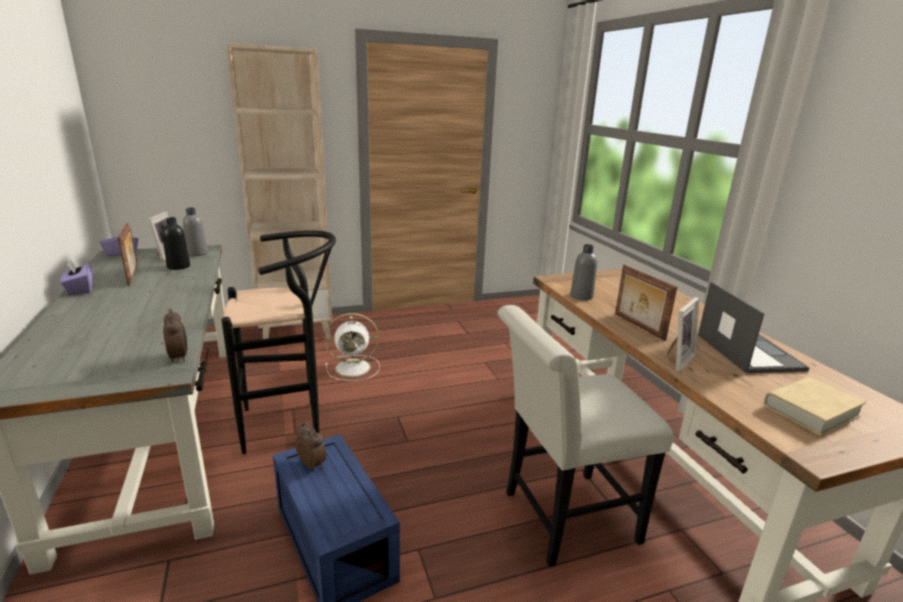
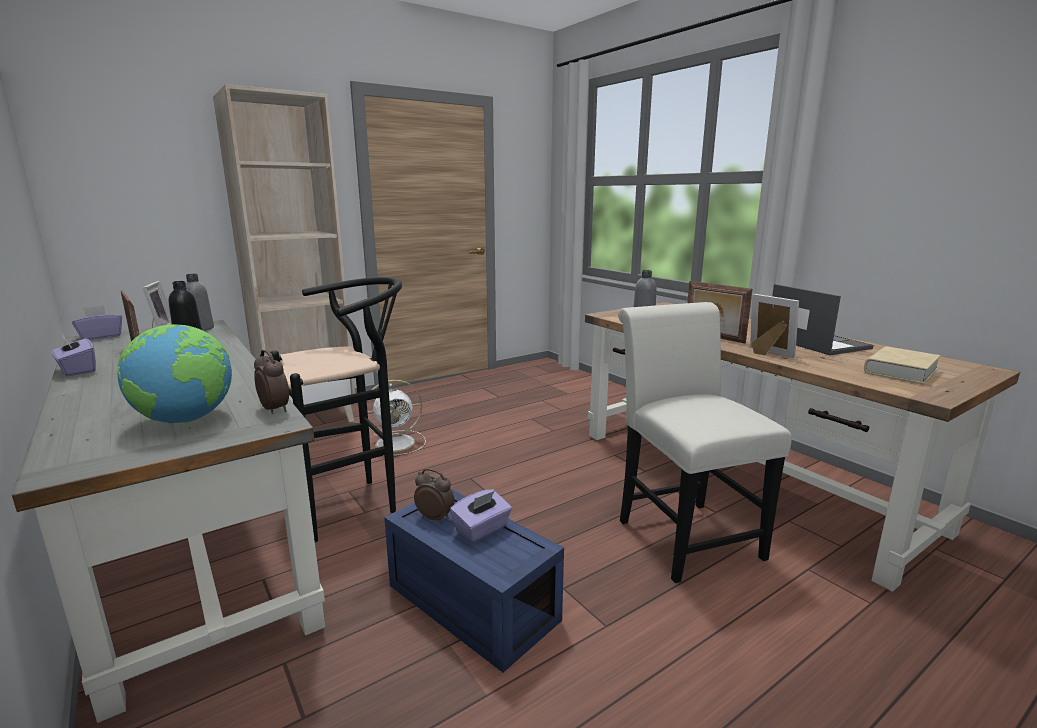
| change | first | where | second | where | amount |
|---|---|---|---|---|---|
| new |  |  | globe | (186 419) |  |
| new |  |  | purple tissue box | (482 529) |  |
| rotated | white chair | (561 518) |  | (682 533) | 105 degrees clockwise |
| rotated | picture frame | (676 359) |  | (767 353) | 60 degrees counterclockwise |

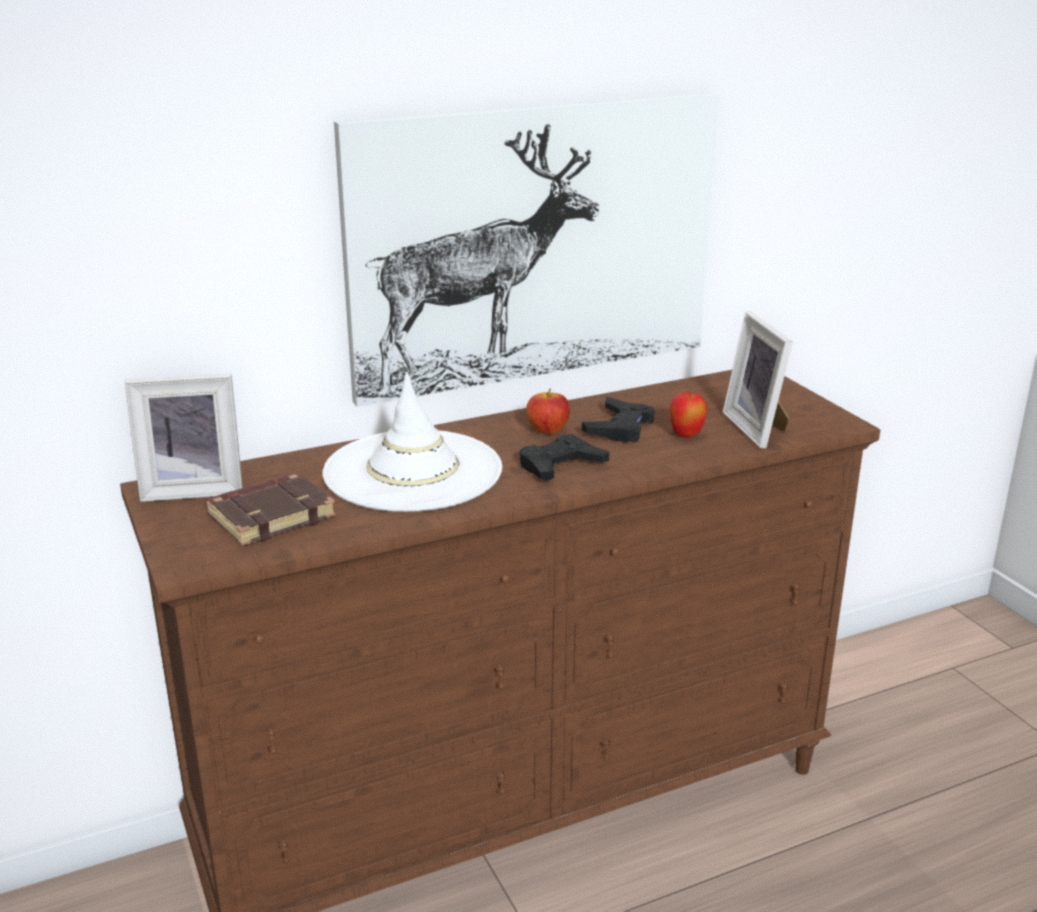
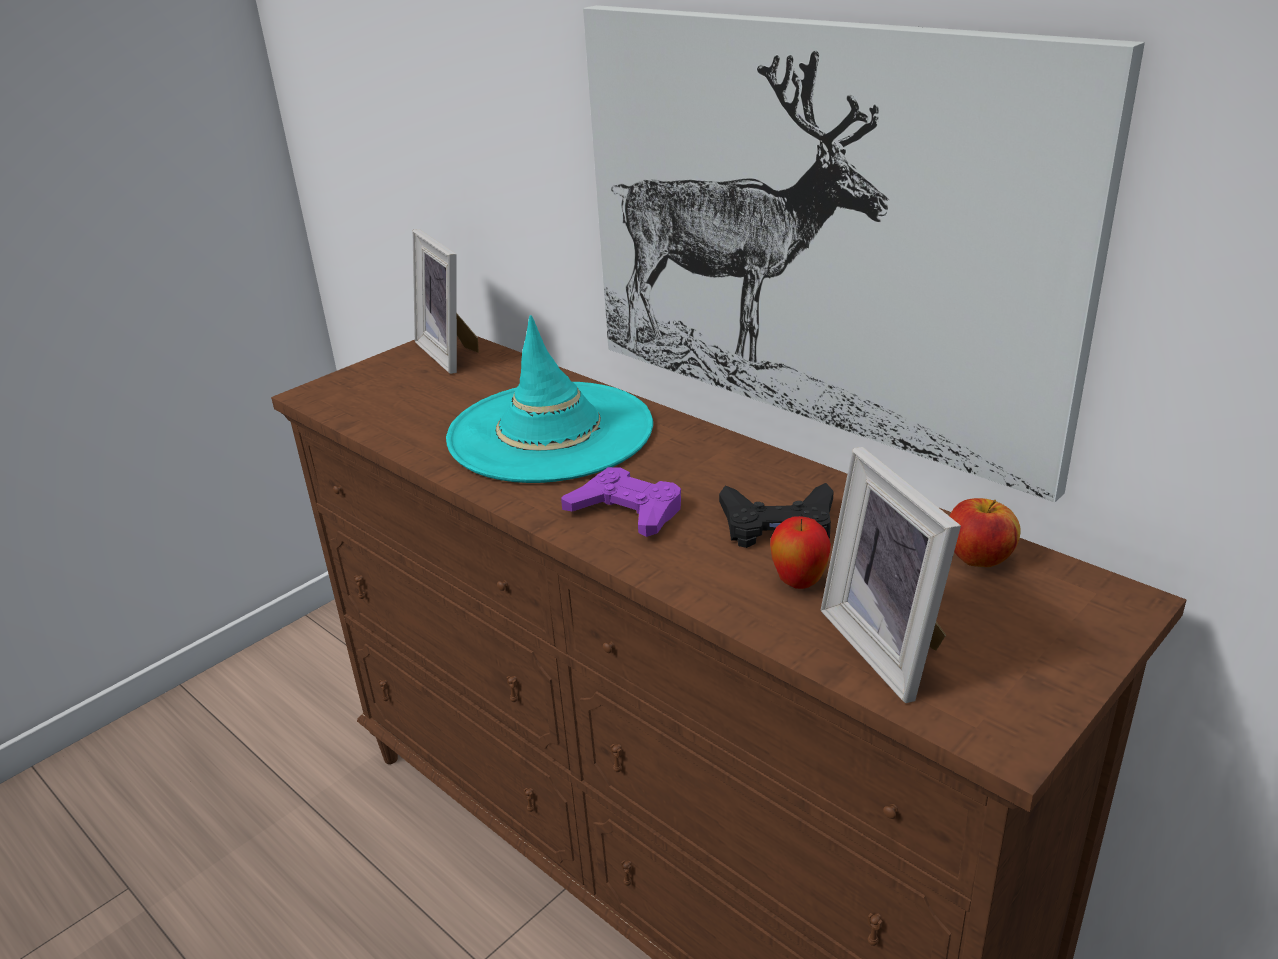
| change | first | where | second | where | amount |
|---|---|---|---|---|---|
| gone | brown book | (271 515) |  |  |  |
| shifted | apple | (547 430) |  | (978 558) |  |
| repainted | white hat | (413 471) | turquoise hat | (550 432) |  |
| repainted | black game controller | (560 465) | purple game controller | (626 511) |  |
| rotated | picture frame | (759 428) |  | (890 646) | 75 degrees counterclockwise |

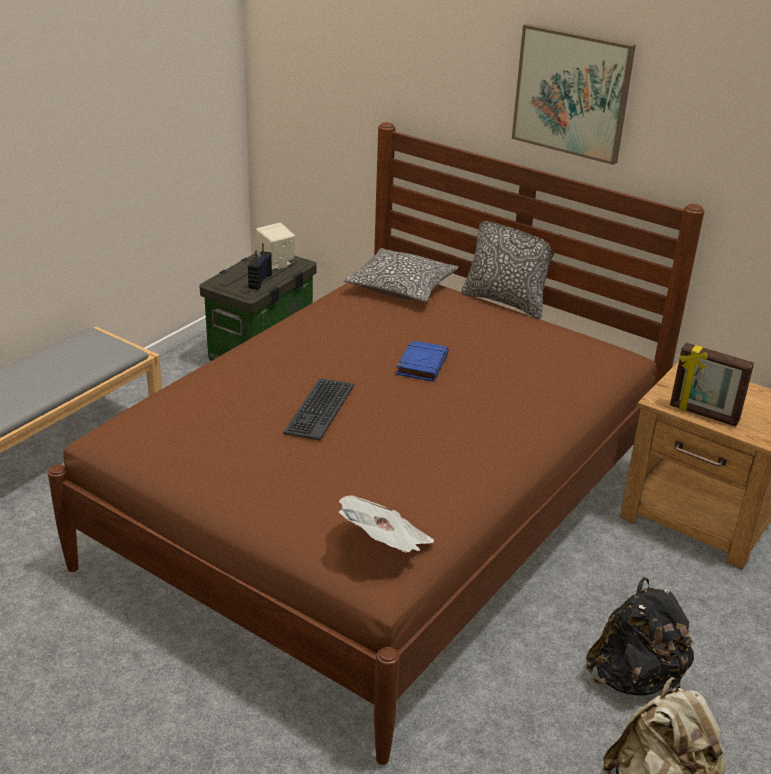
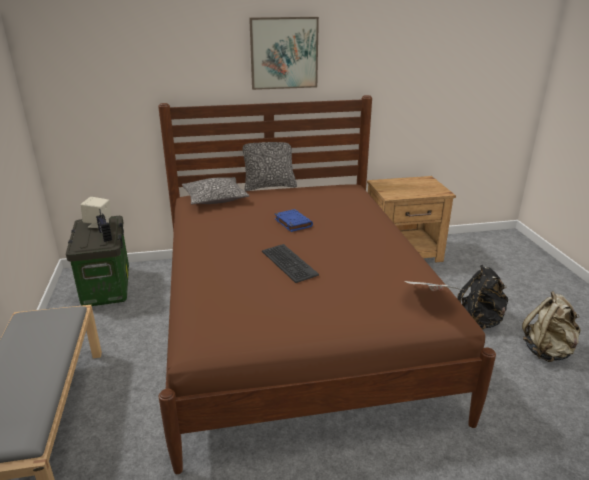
| change | first | where | second | where | amount |
|---|---|---|---|---|---|
| gone | picture frame | (703 414) |  |  |  |

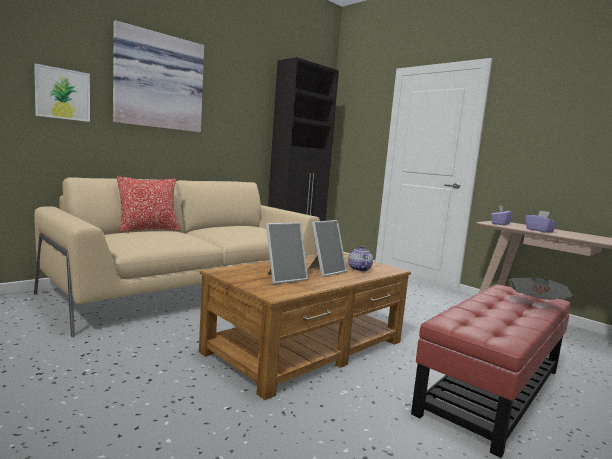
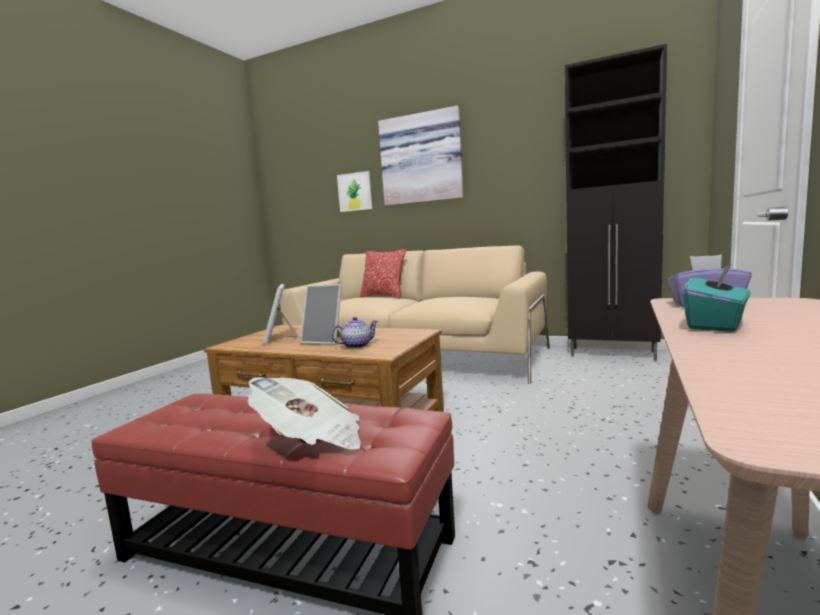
| change | first | where | second | where | amount |
|---|---|---|---|---|---|
| repainted | purple tissue box | (539 230) | turquoise tissue box | (716 325) |  |
| rotated | picture frame | (284 278) |  | (280 338) | 45 degrees clockwise |

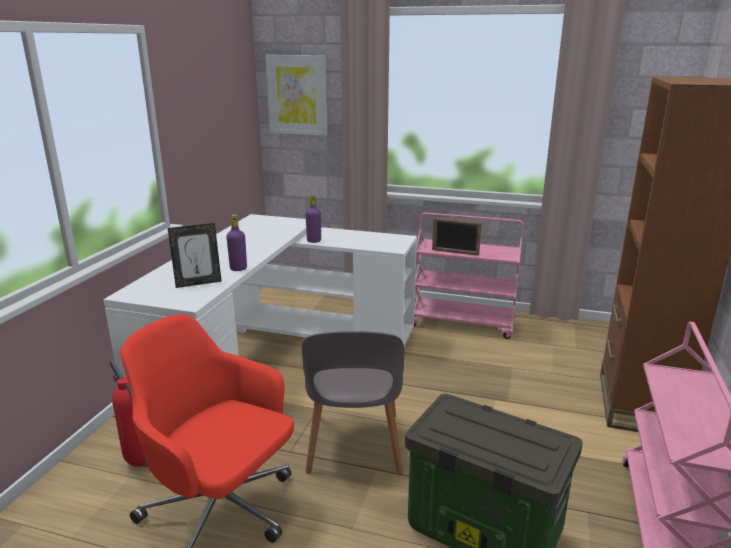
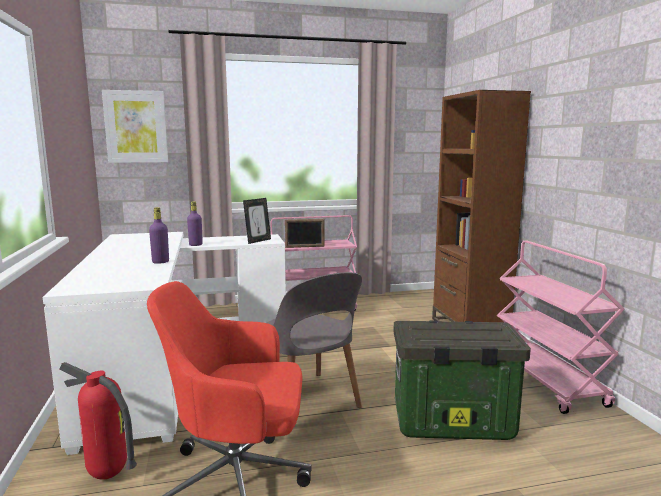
| change | first | where | second | where | amount |
|---|---|---|---|---|---|
| shifted | picture frame | (198 283) |  | (258 241) |  |

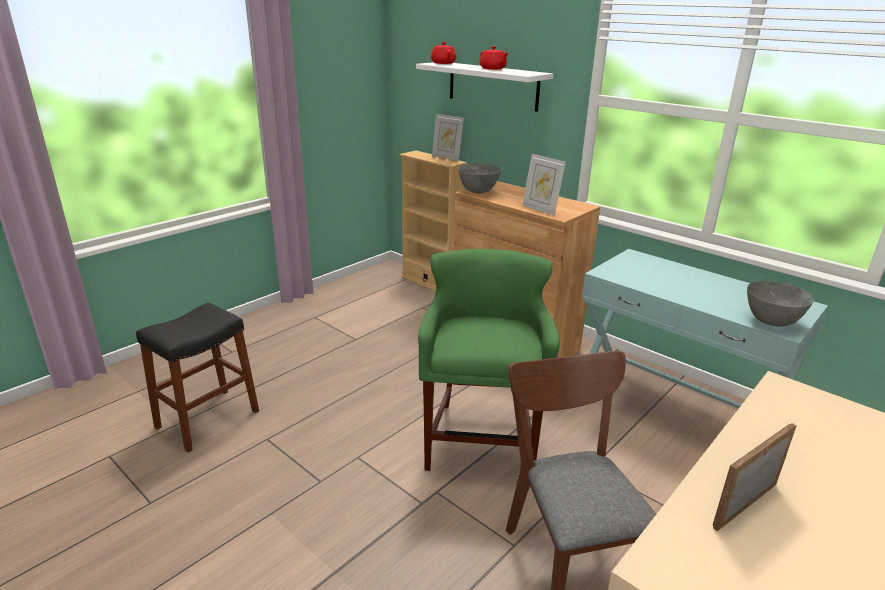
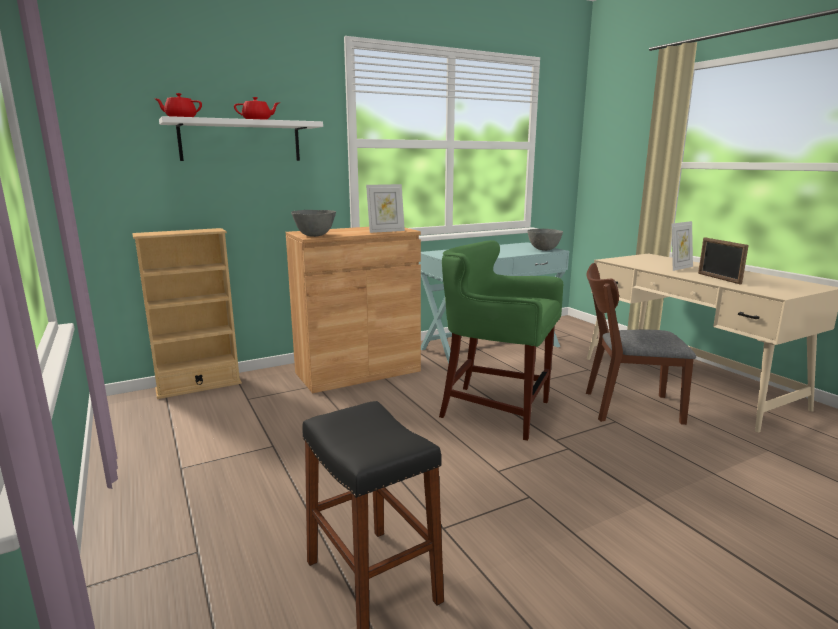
| change | first | where | second | where | amount |
|---|---|---|---|---|---|
| shifted | picture frame | (447 157) |  | (679 268) |  |

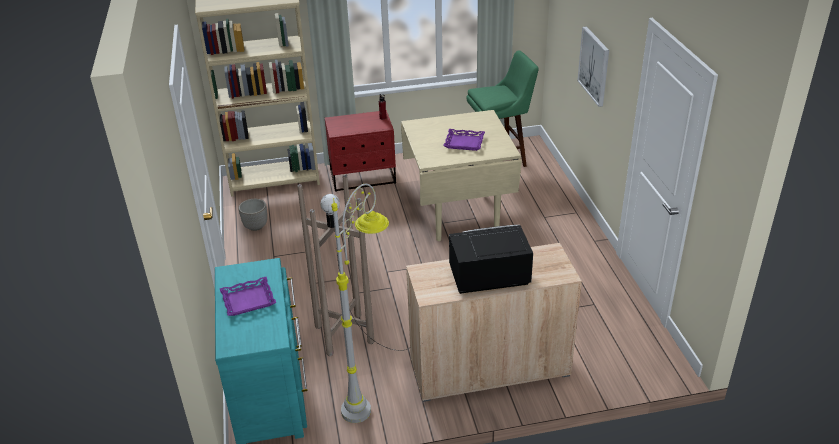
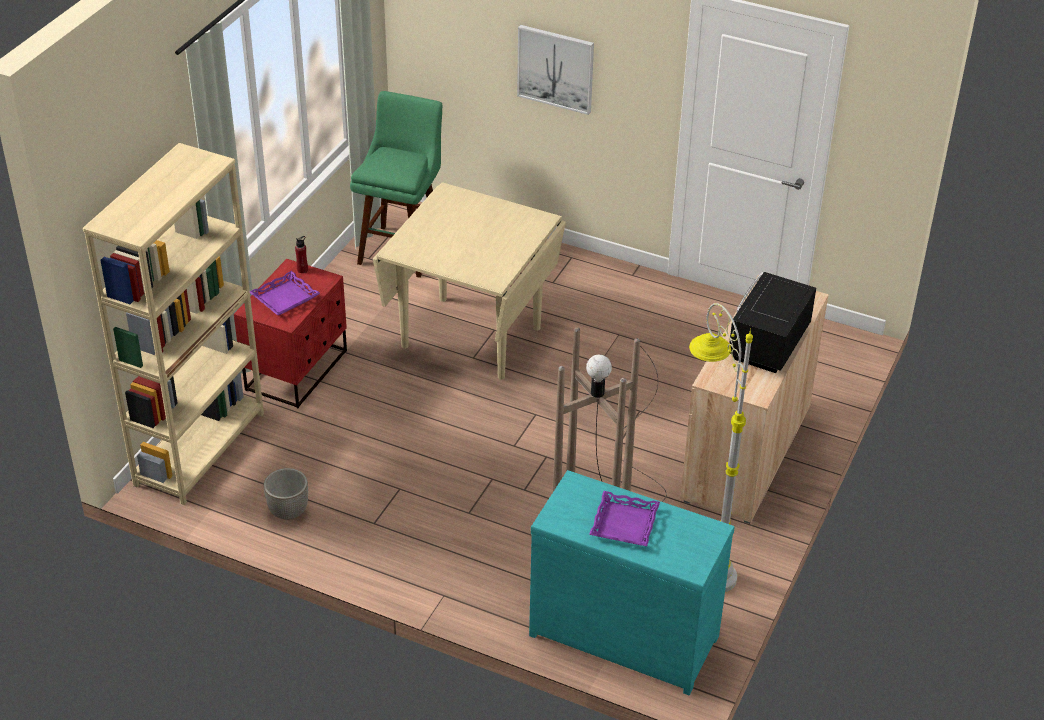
| change | first | where | second | where | amount |
|---|---|---|---|---|---|
| shifted | purple tray | (464 143) |  | (285 298) |  |

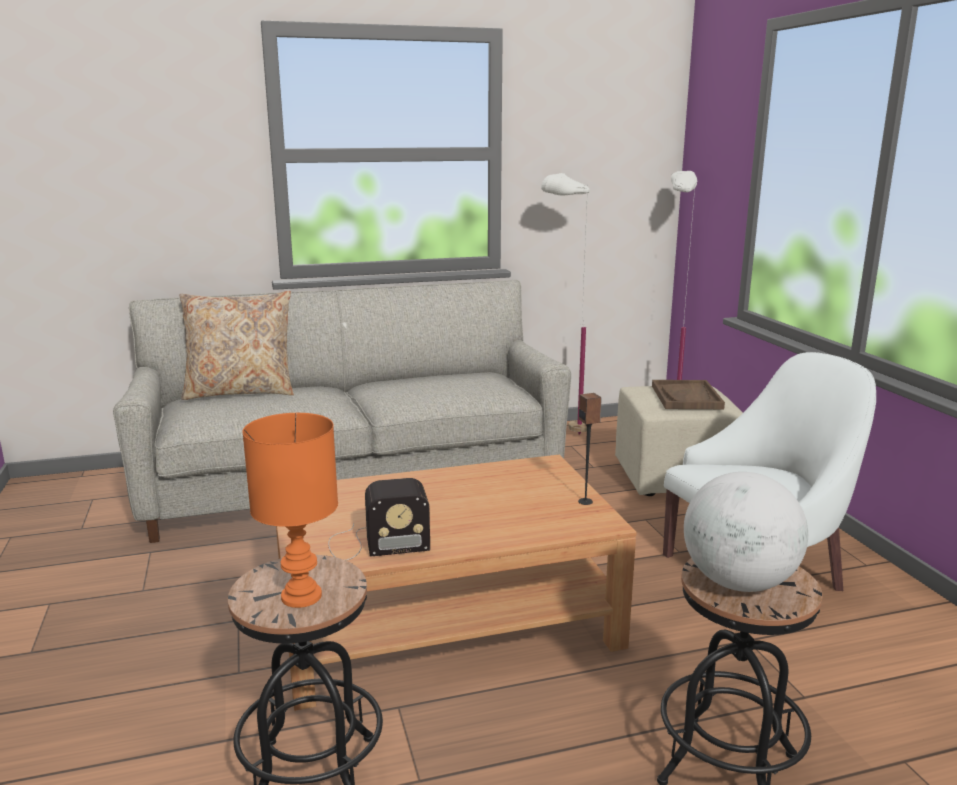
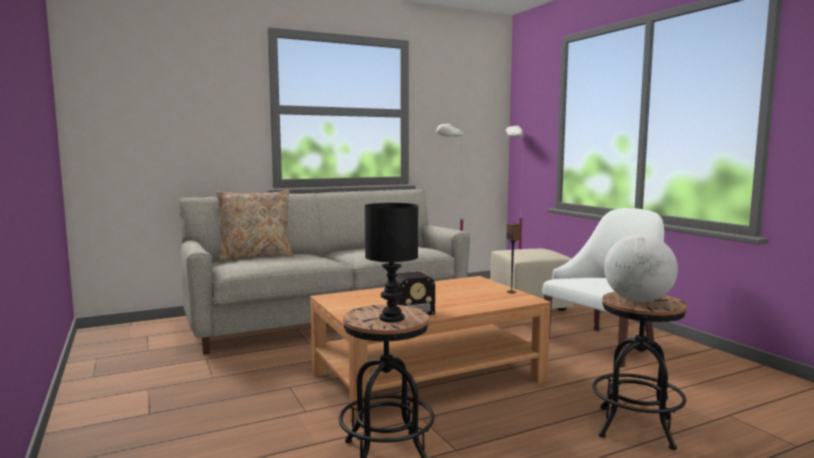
| change | first | where | second | where | amount |
|---|---|---|---|---|---|
| gone | brown tray | (686 397) |  |  |  |
| repainted | orange table lamp | (300 596) | black table lamp | (390 318) |  |

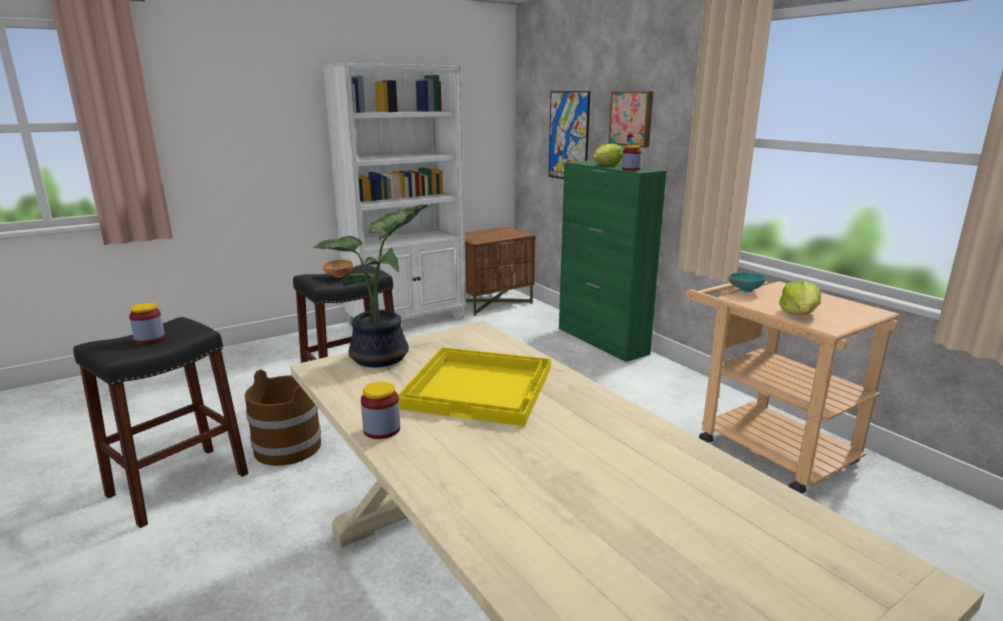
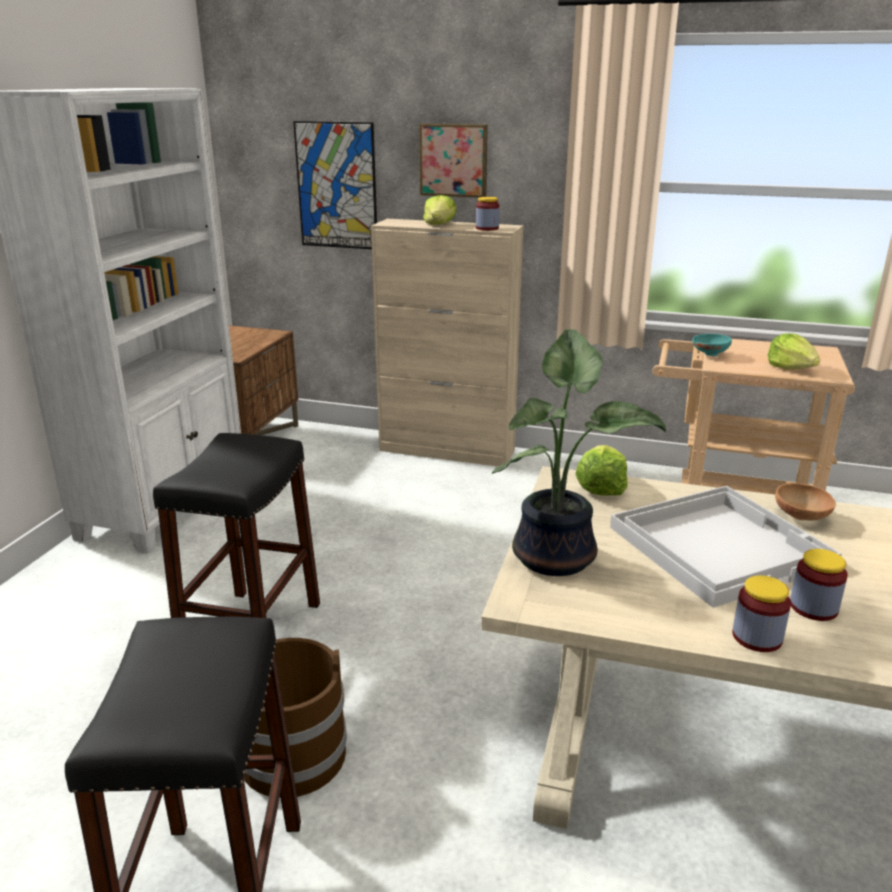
| change | first | where | second | where | amount |
|---|---|---|---|---|---|
| new |  |  | lettuce | (600 487) |  |
| shifted | jar | (150 338) |  | (813 607) |  |
| shifted | brown bowl | (338 276) |  | (801 518) |  |
| repainted | yellow tray | (480 387) | white tray | (719 545) |  |
| repainted | green cabinet | (602 341) | beige cabinet | (447 450) |  |

